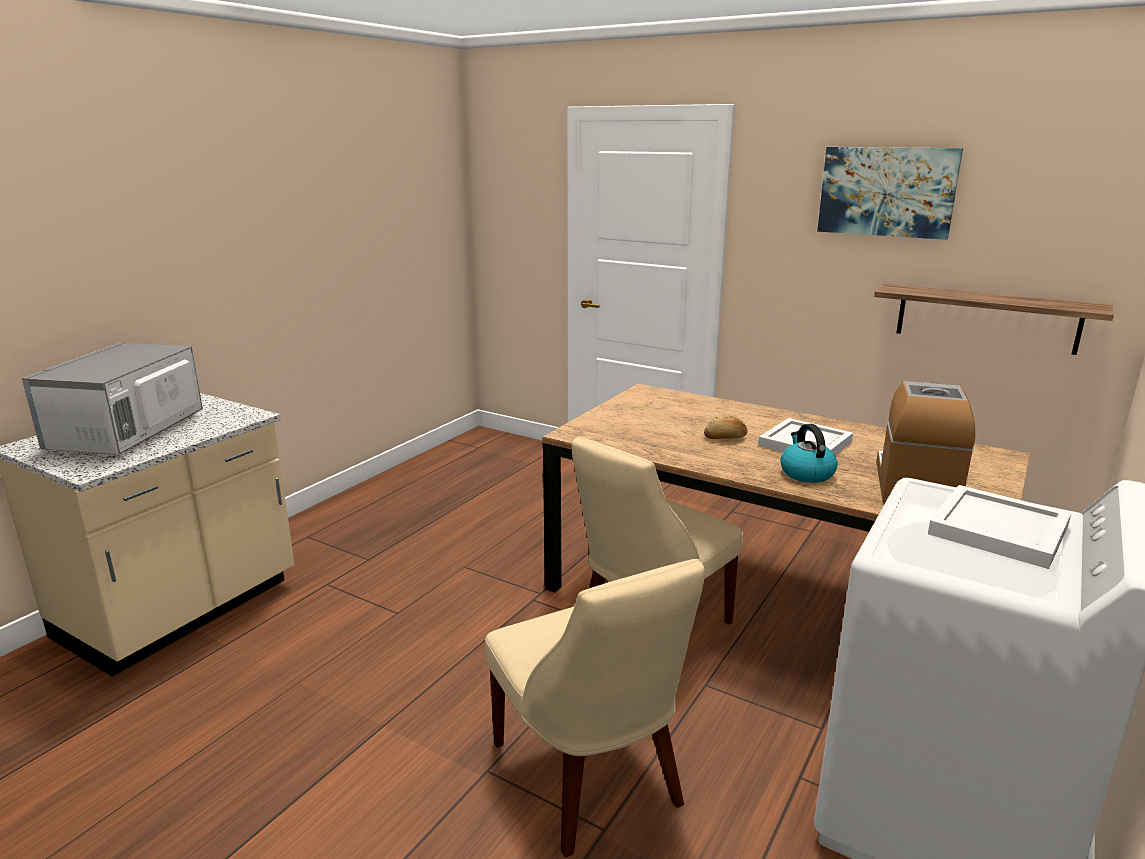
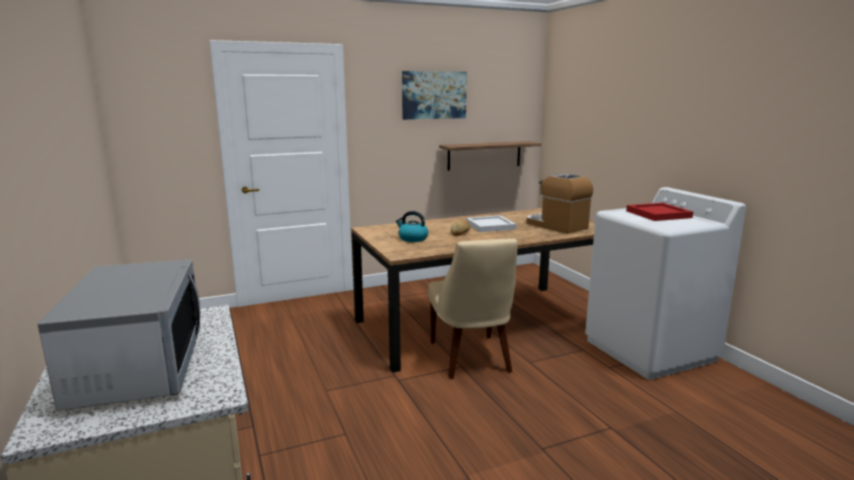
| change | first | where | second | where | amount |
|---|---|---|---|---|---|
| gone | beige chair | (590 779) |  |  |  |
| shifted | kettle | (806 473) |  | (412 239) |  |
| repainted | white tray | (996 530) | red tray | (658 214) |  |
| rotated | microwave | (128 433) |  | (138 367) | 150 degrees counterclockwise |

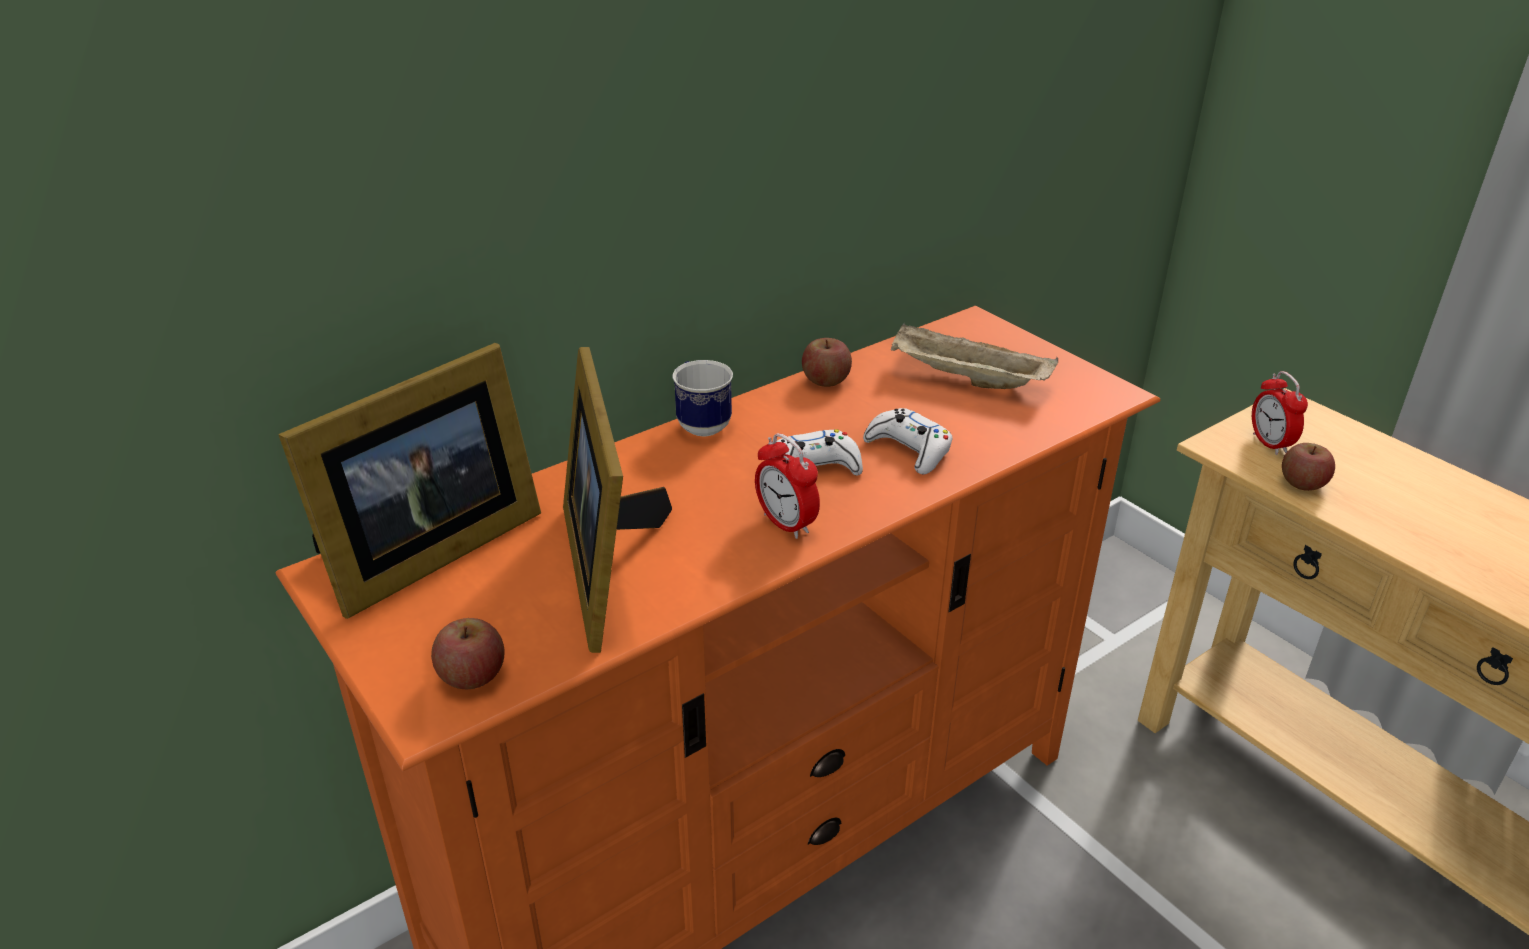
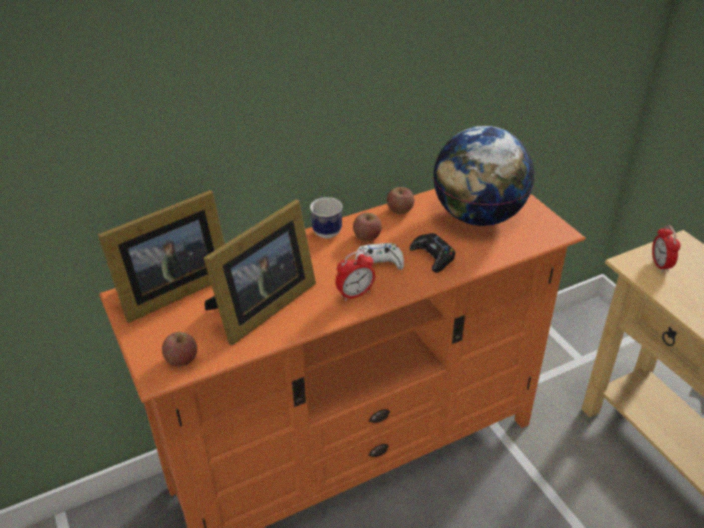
| change | first | where | second | where | amount |
|---|---|---|---|---|---|
| shifted | apple | (1302 483) |  | (367 236) |  |
| swapped | beige tray | (965 380) | globe | (477 216) |  |
| repainted | white game controller | (909 449) | black game controller | (433 257) |  |
| rotated | picture frame | (610 565) |  | (260 308) | 135 degrees counterclockwise |
| rotated | alarm clock | (786 524) |  | (355 294) | 90 degrees counterclockwise |

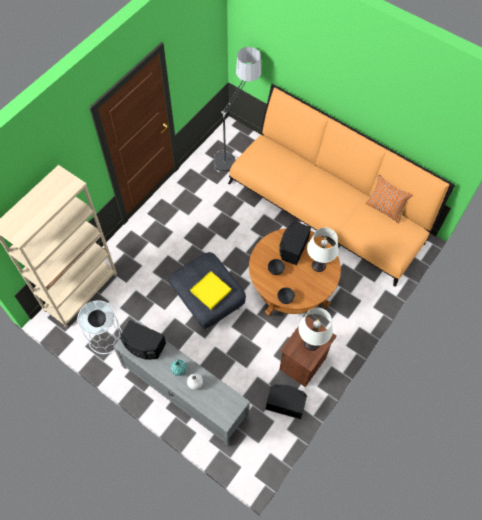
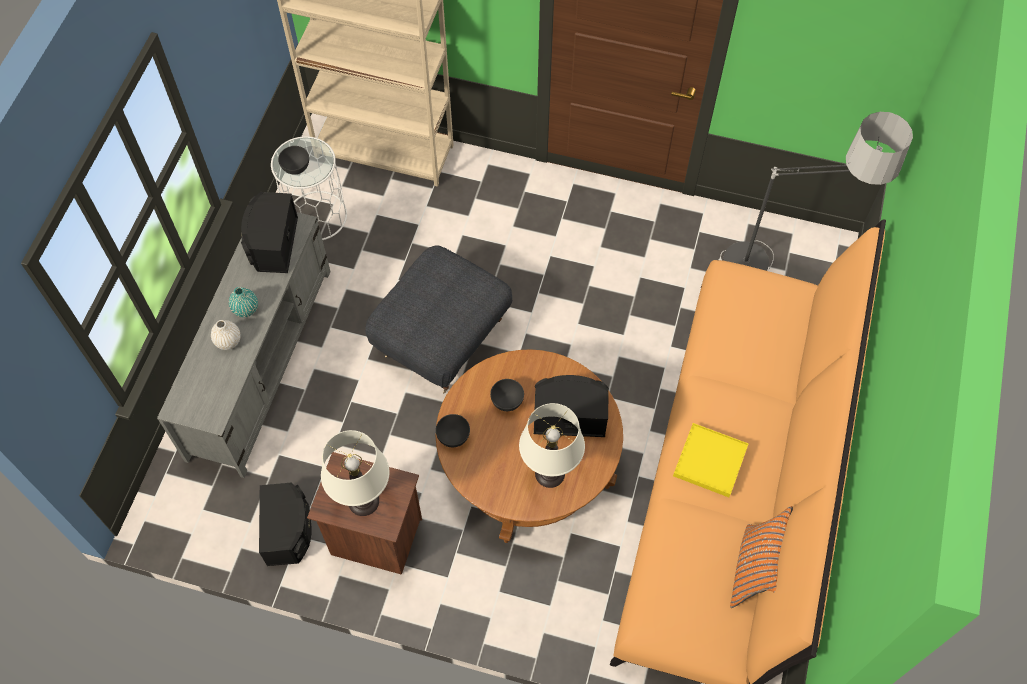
| change | first | where | second | where | amount |
|---|---|---|---|---|---|
| shifted | yellow tray | (210 291) |  | (710 461) |  |

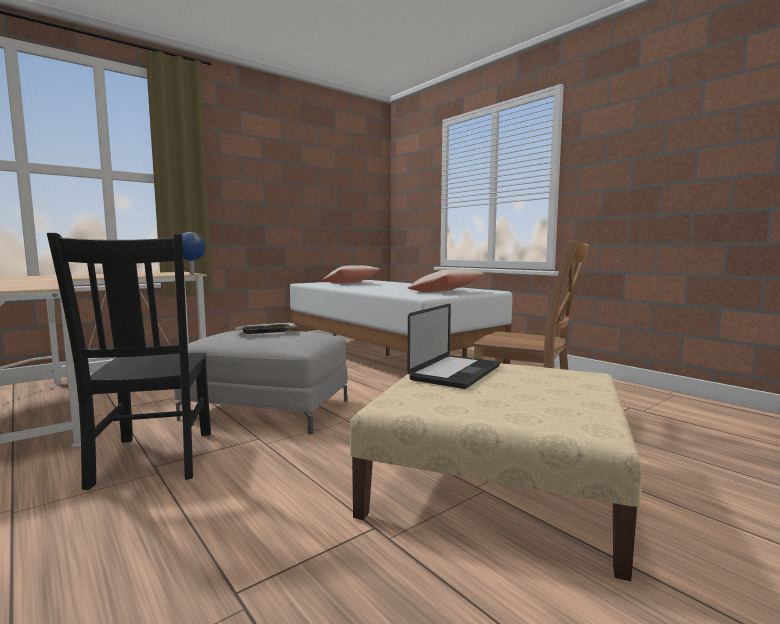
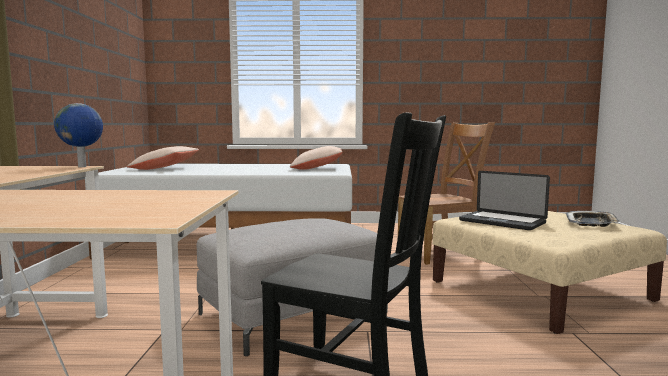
| change | first | where | second | where | amount |
|---|---|---|---|---|---|
| shifted | tray | (265 332) |  | (591 223) |  |
| rotated | laptop | (456 373) |  | (502 222) | 150 degrees clockwise |

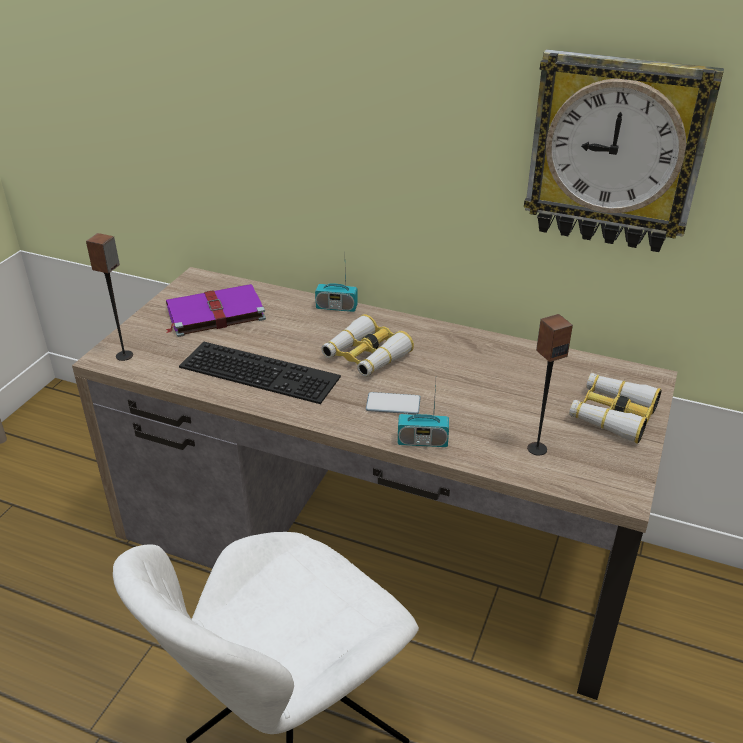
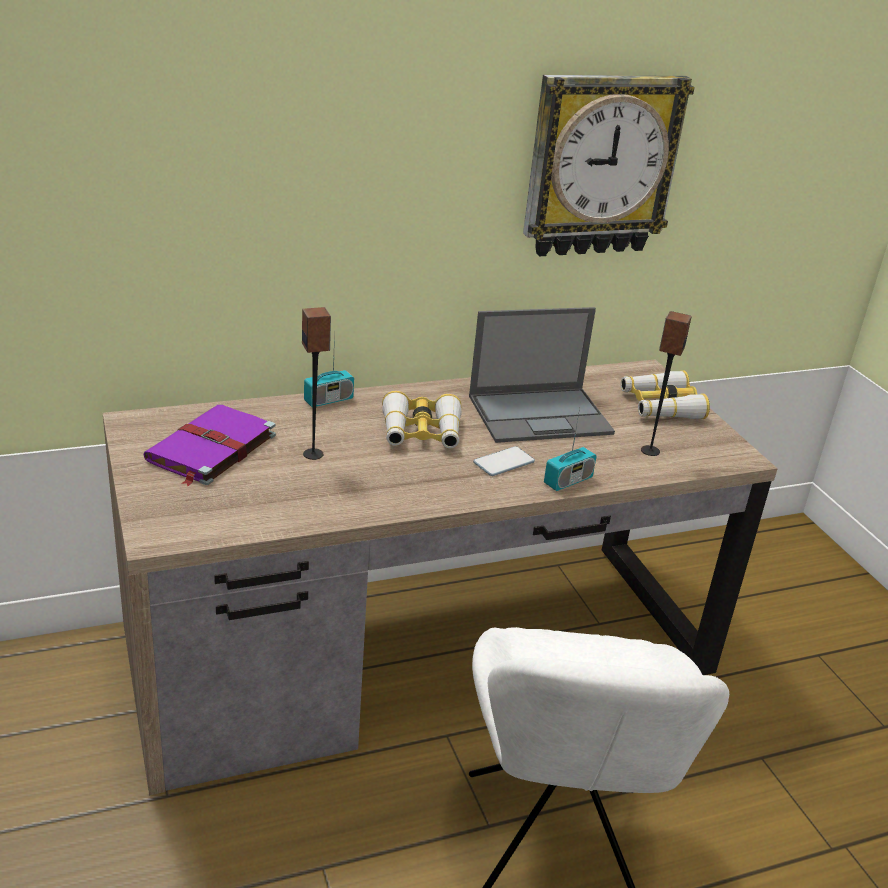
| change | first | where | second | where | amount |
|---|---|---|---|---|---|
| gone | keyboard | (262 370) |  |  |  |
| new |  |  | laptop | (541 414) |  |
| shifted | speaker | (124 356) |  | (313 454) |  |

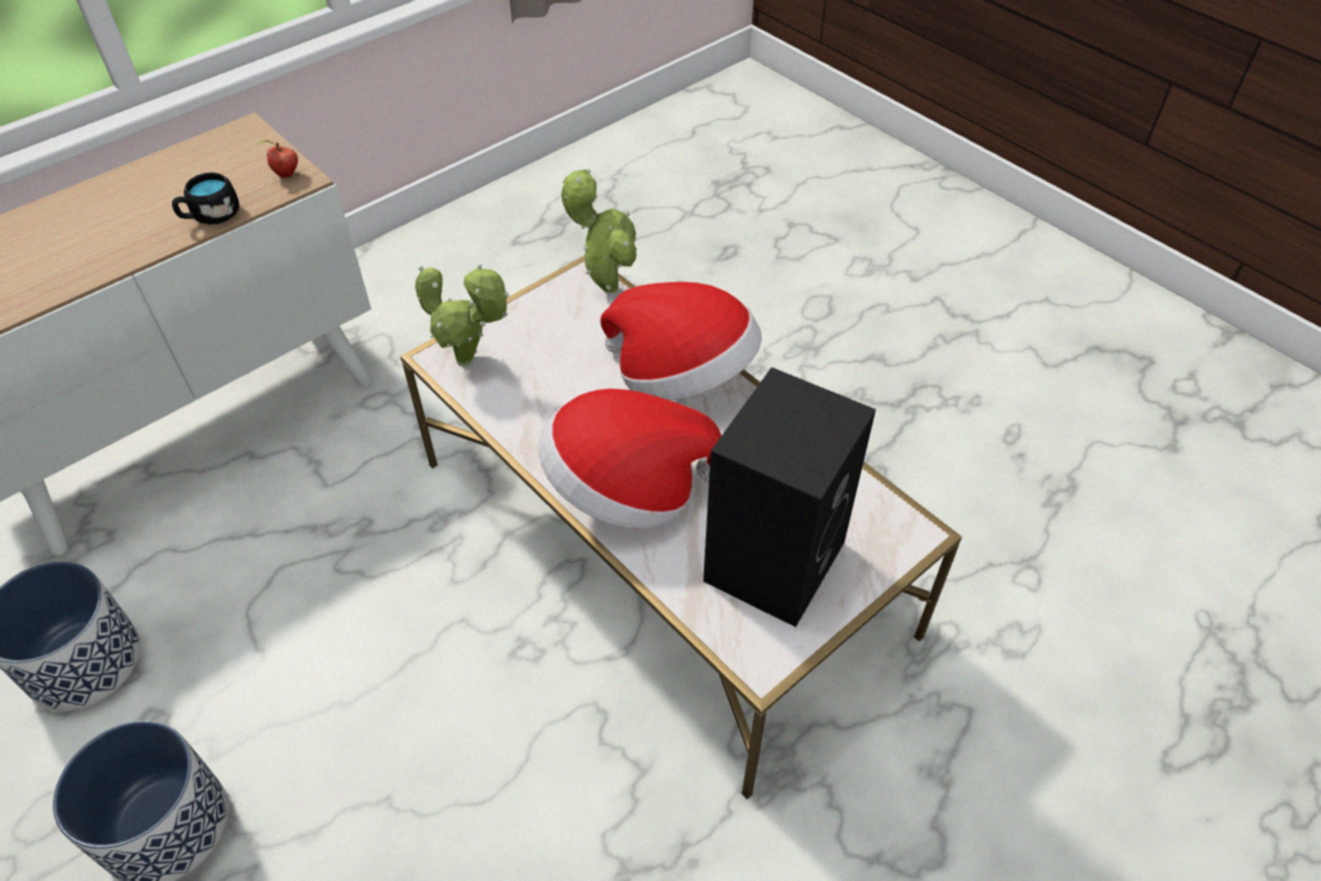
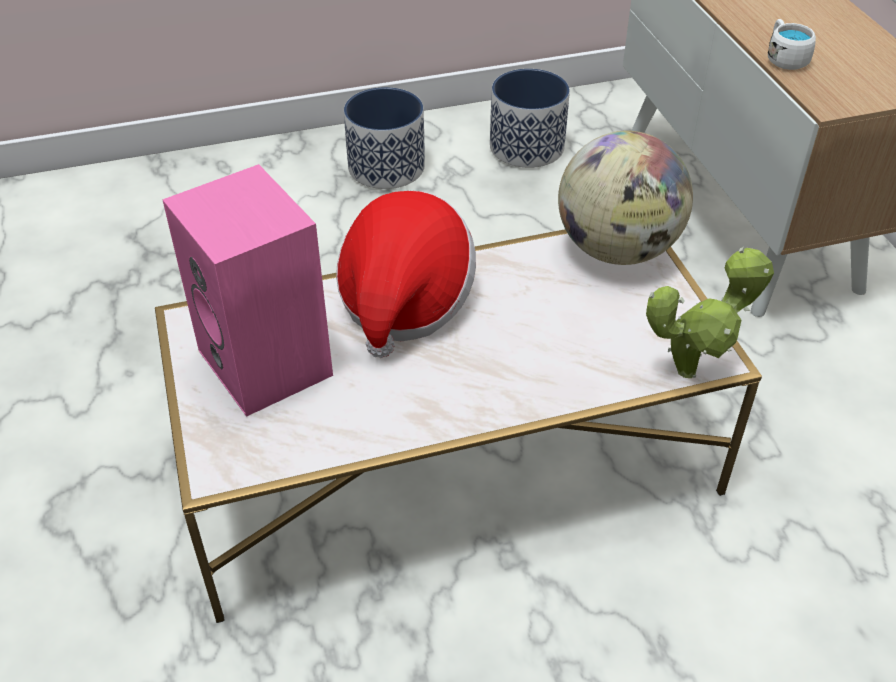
| change | first | where | second | where | amount |
|---|---|---|---|---|---|
| gone | apple | (285 175) |  |  |  |
| gone | hat | (682 376) |  |  |  |
| swapped | potted plant | (470 362) | globe | (617 250) |  |
| repainted | black mug | (211 216) | white mug | (784 58) |  |
| repainted | black speaker | (773 558) | pink speaker | (269 364) |  |

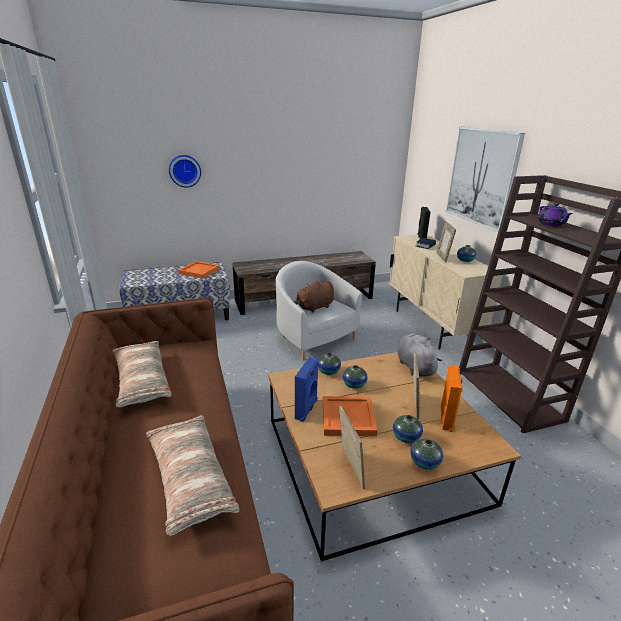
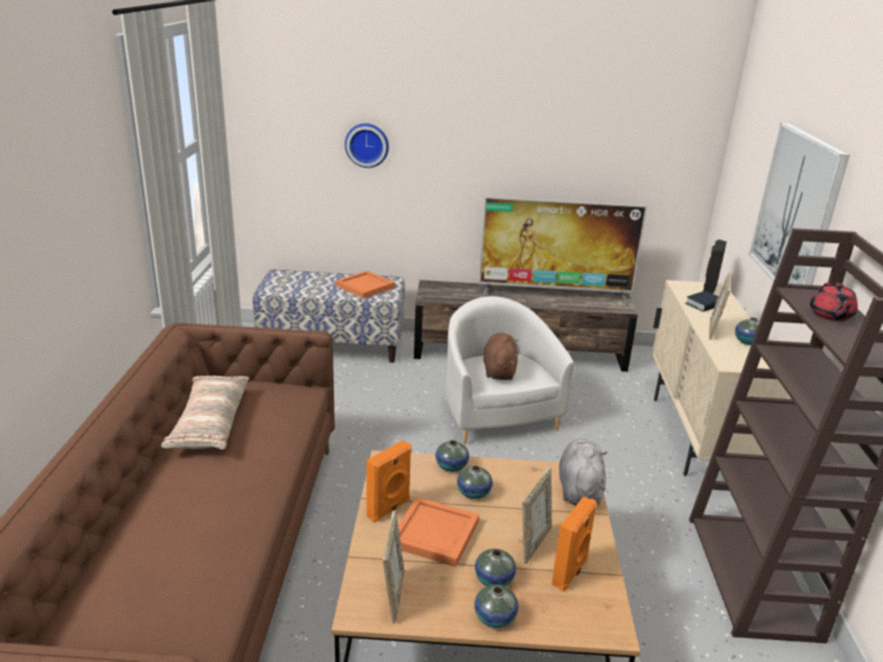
| change | first | where | second | where | amount |
|---|---|---|---|---|---|
| gone | pillow | (189 478) |  |  |  |
| new |  |  | television | (554 296) |  |
| repainted | blue speaker | (307 409) | orange speaker | (389 509) |  |
| repainted | purple teapot | (551 224) | red teapot | (830 315) |  |
| rotated | brown plush toy | (314 308) |  | (499 370) | 105 degrees clockwise |

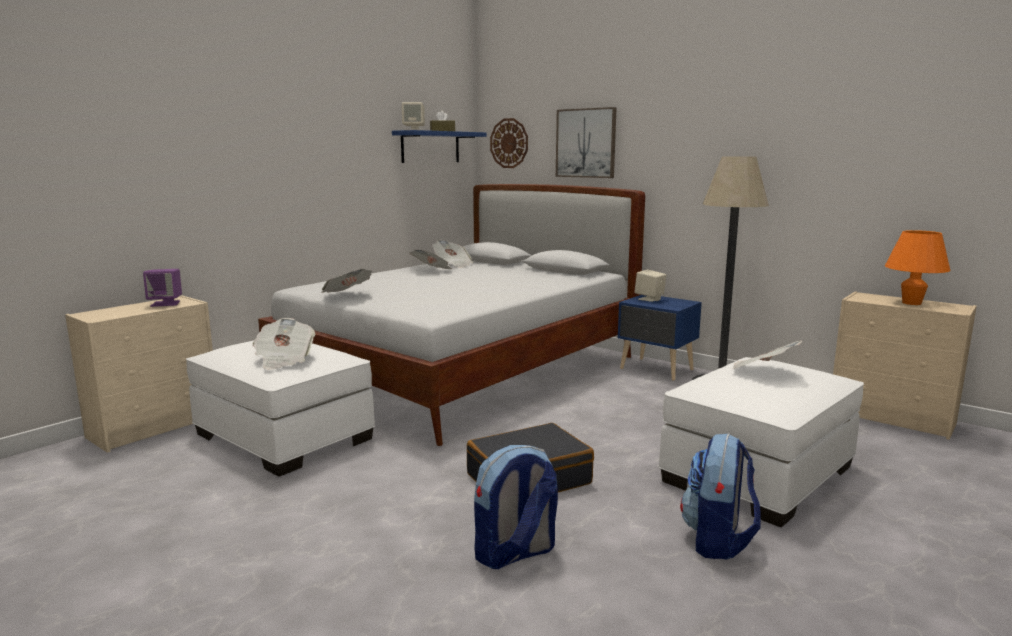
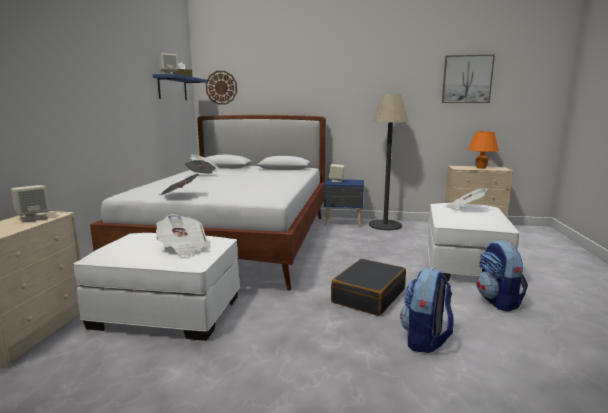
| change | first | where | second | where | amount |
|---|---|---|---|---|---|
| shifted | picture | (586 143) |  | (467 79) |  |
| repainted | purple speaker | (166 303) | beige speaker | (33 218) |  |

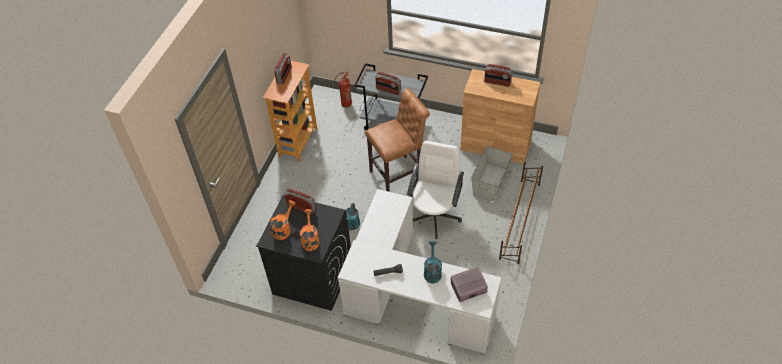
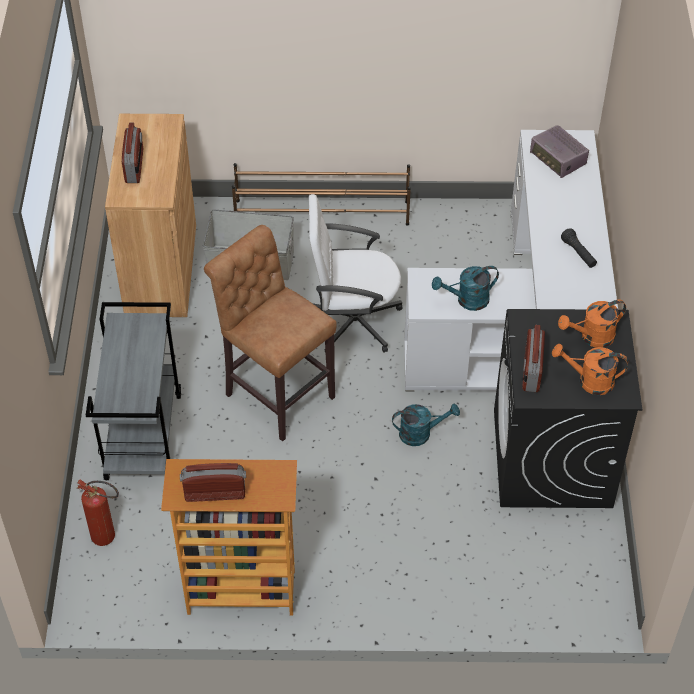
| change | first | where | second | where | amount |
|---|---|---|---|---|---|
| gone | radio | (388 90) |  |  |  |
| shifted | turquoise watering can | (432 271) |  | (467 300) |  |

